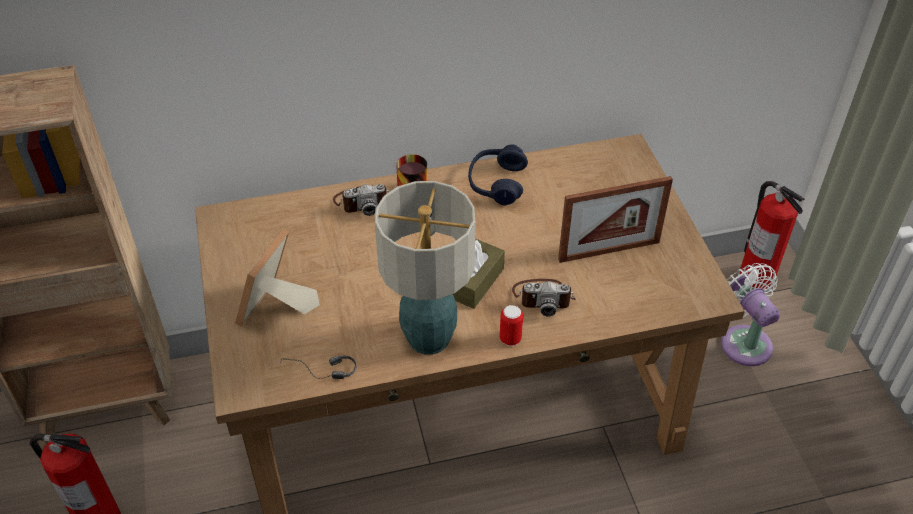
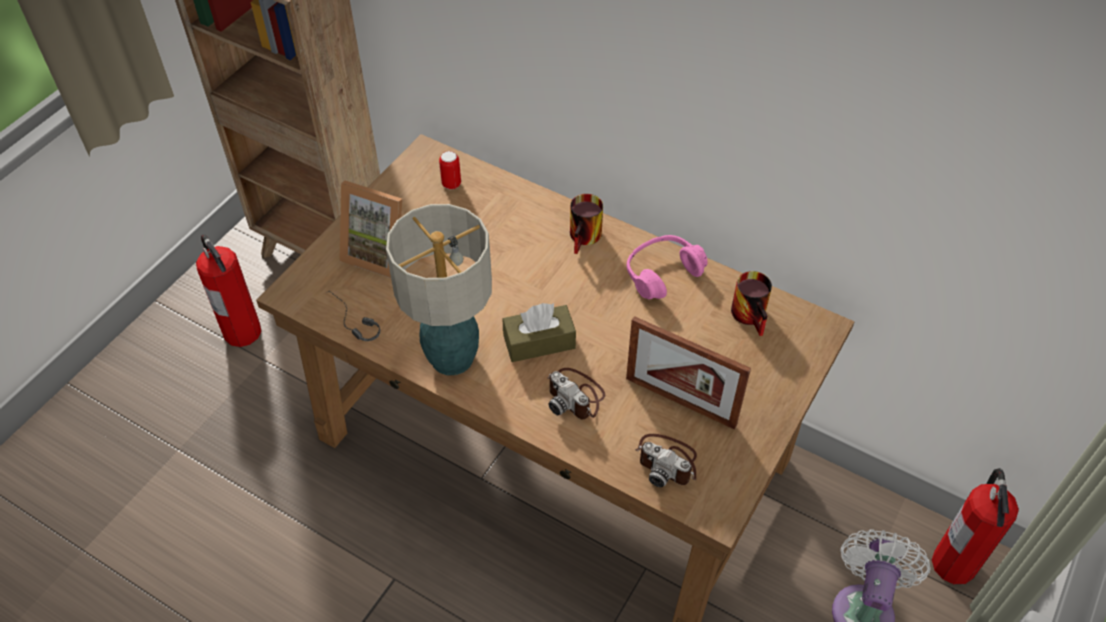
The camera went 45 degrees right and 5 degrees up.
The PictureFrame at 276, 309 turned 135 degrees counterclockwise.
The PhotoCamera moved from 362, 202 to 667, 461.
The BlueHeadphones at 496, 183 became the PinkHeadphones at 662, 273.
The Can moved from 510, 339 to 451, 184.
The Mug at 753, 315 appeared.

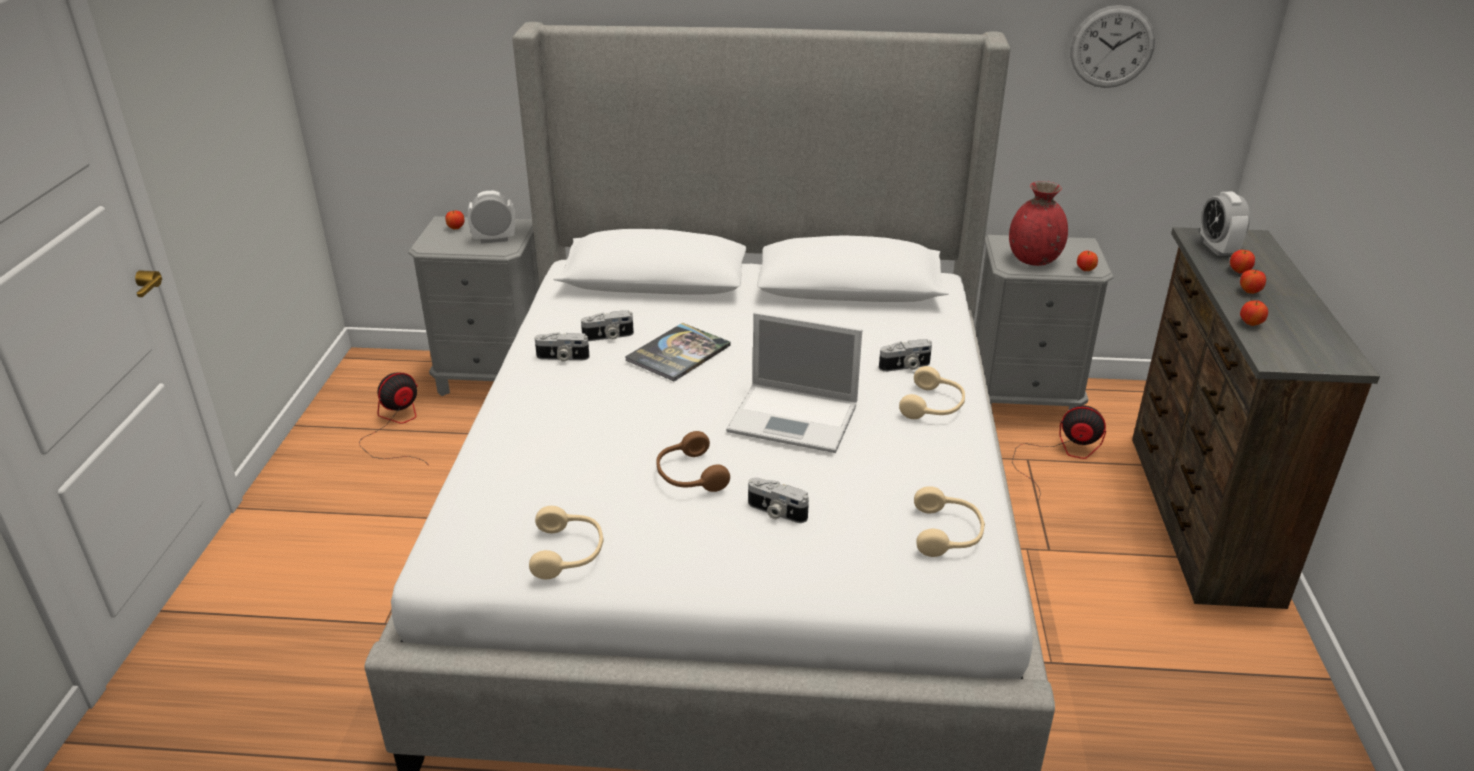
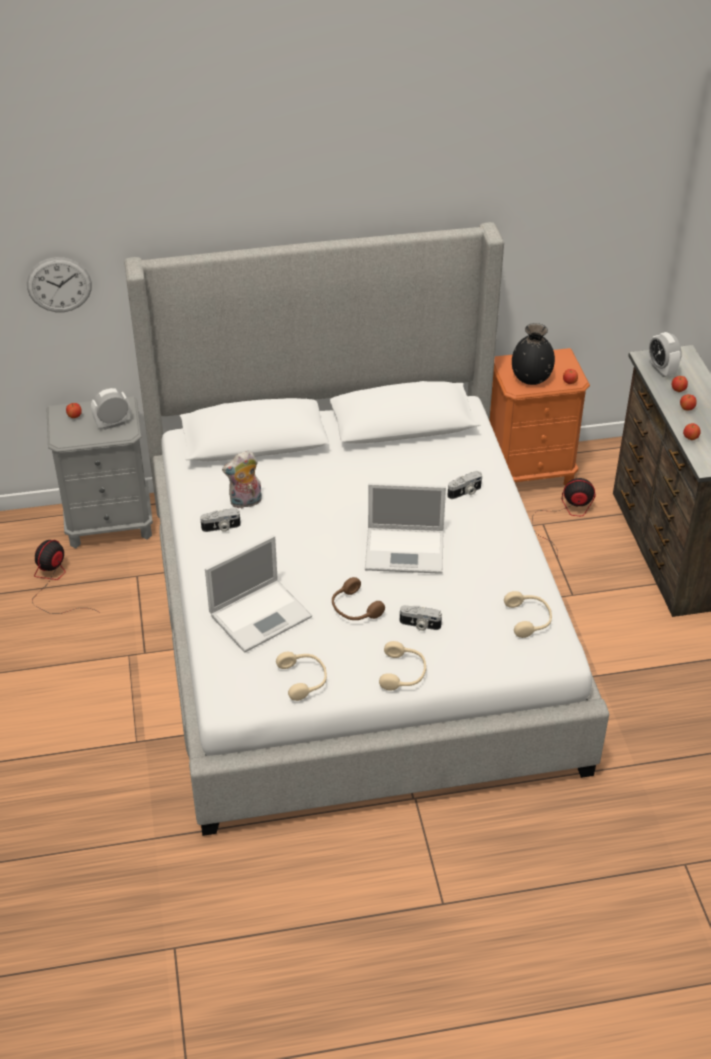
The camera went 15 degrees left and 10 degrees up.
The PhotoCamera at 608, 337 was replaced by the PlushToy at 245, 502.
The Book at 678, 353 disappeared.
The BeigeHeadphones moved from 934, 406 to 403, 673.
The GreyNightstand at 1024, 400 became the OrangeNightstand at 529, 472.
The RedVase at 1033, 260 became the BlackVase at 531, 378.
The WallClock moved from 1112, 47 to 59, 284.
The Laptop at 262, 614 appeared.

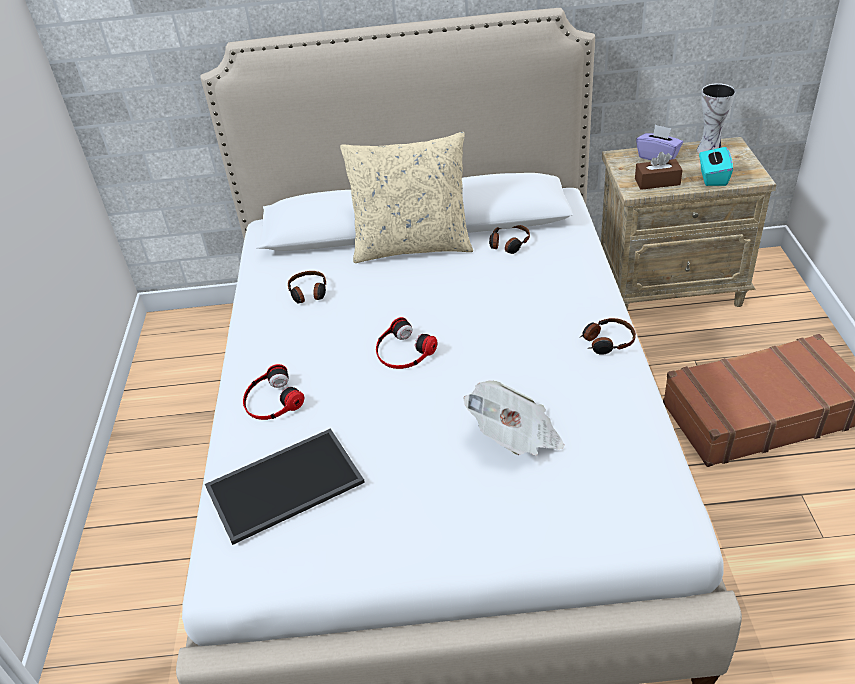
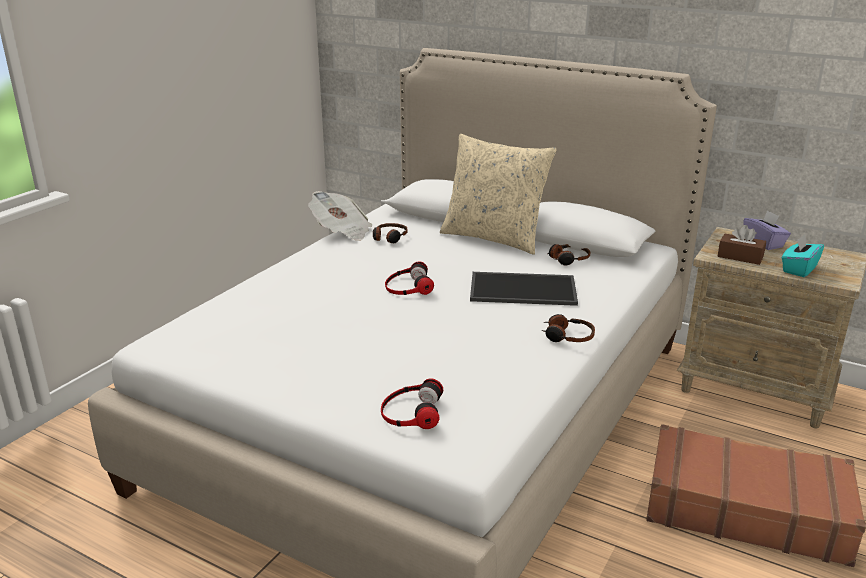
The camera went 30 degrees right and 15 degrees down.
The Tray moved from 285, 482 to 524, 288.
The Headphones moved from 271, 400 to 411, 412.
The Newspaper moved from 515, 437 to 341, 231.
The Vase at 709, 149 disappeared.

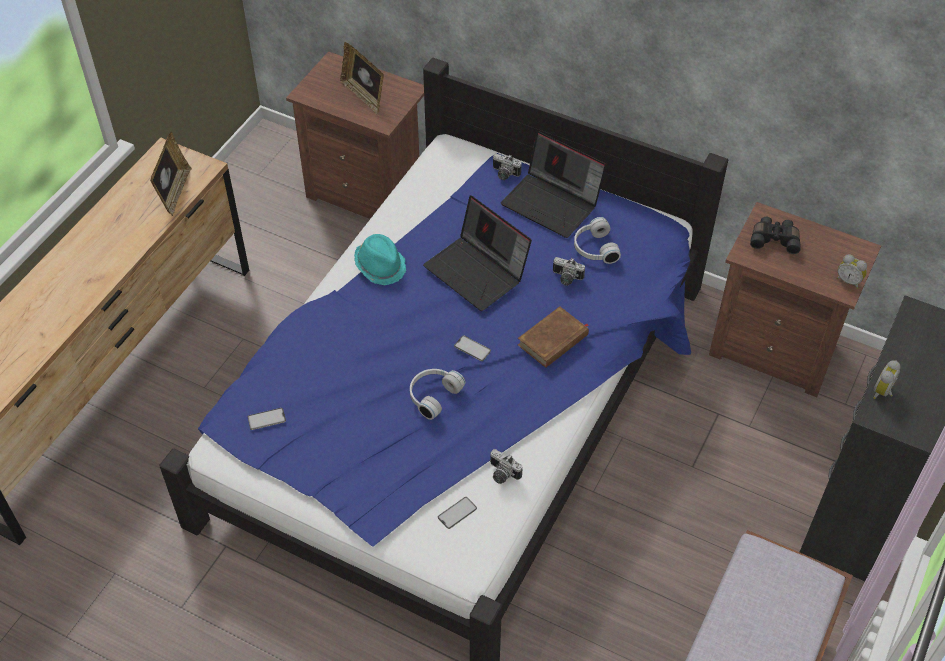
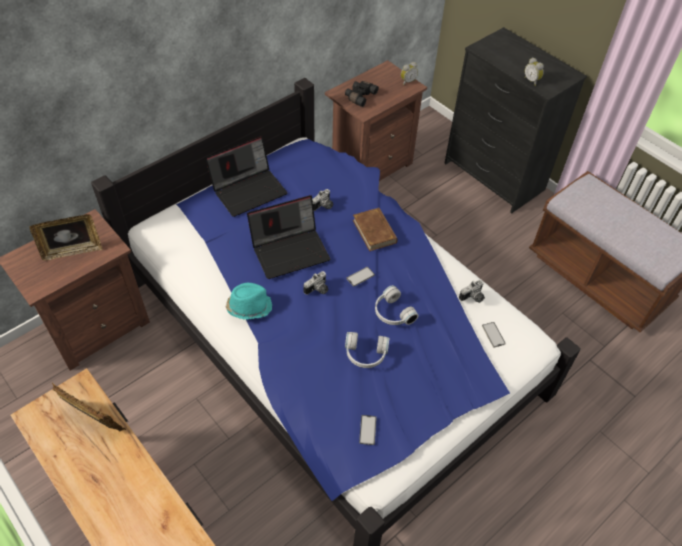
The camera went 70 degrees left and 0 degrees up.
The PhotoCamera moved from 504, 174 to 318, 290.
The WhiteHeadphones moved from 594, 248 to 365, 355.

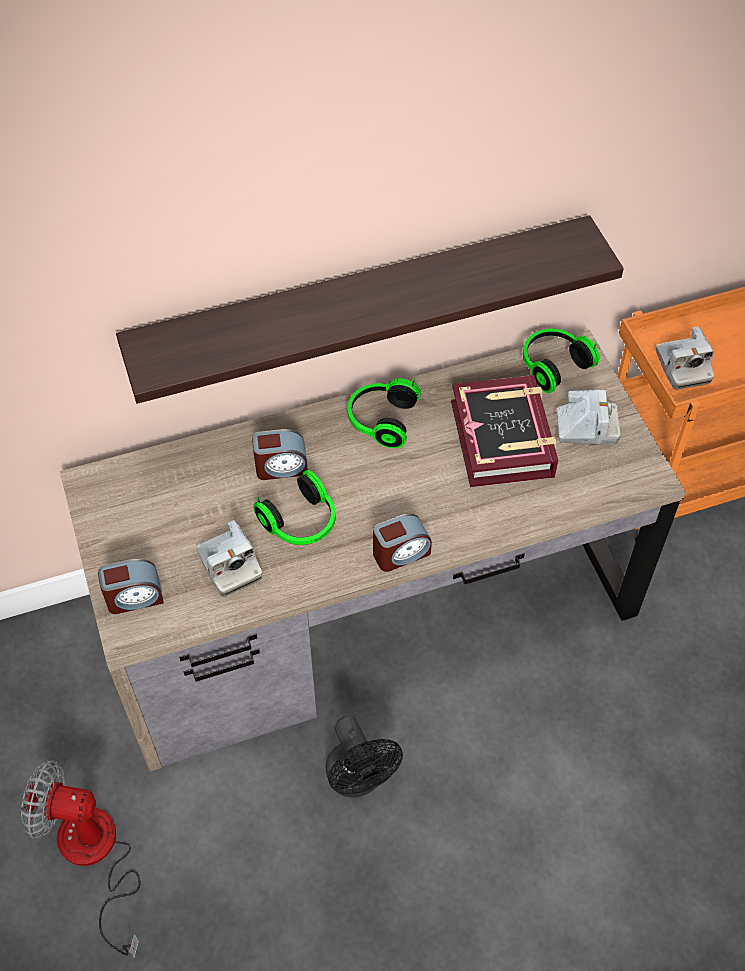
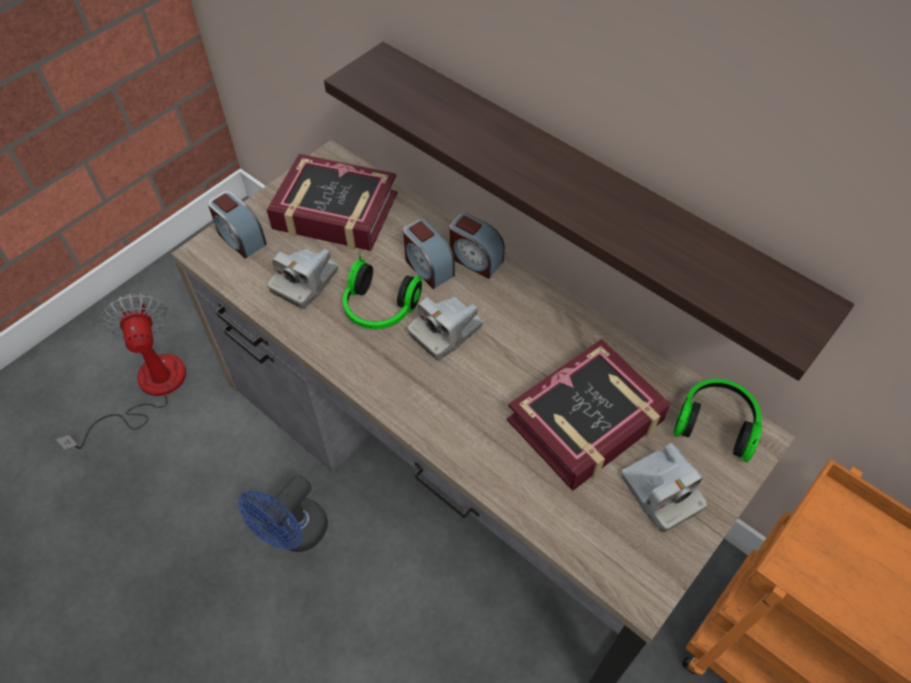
The camera went 60 degrees right and 0 degrees up.
The BlackFan at 359, 779 became the BlueFan at 294, 534.
The Headphones at 380, 420 disappeared.
The AlarmClock moved from 400, 553 to 475, 259.
The PhotoCamera moved from 682, 367 to 445, 331.
The Book at 335, 212 appeared.

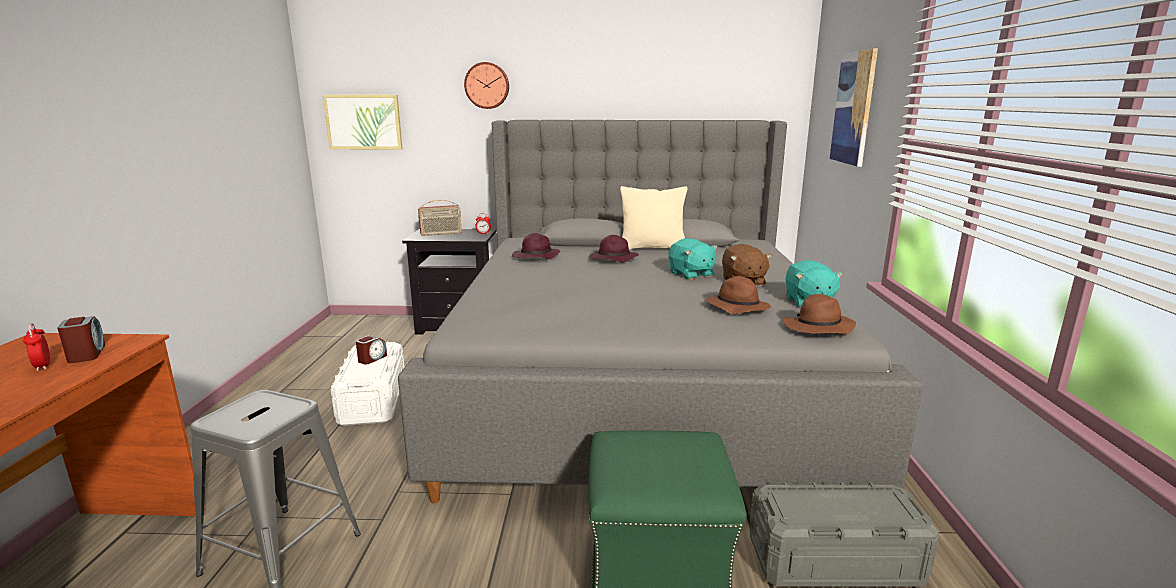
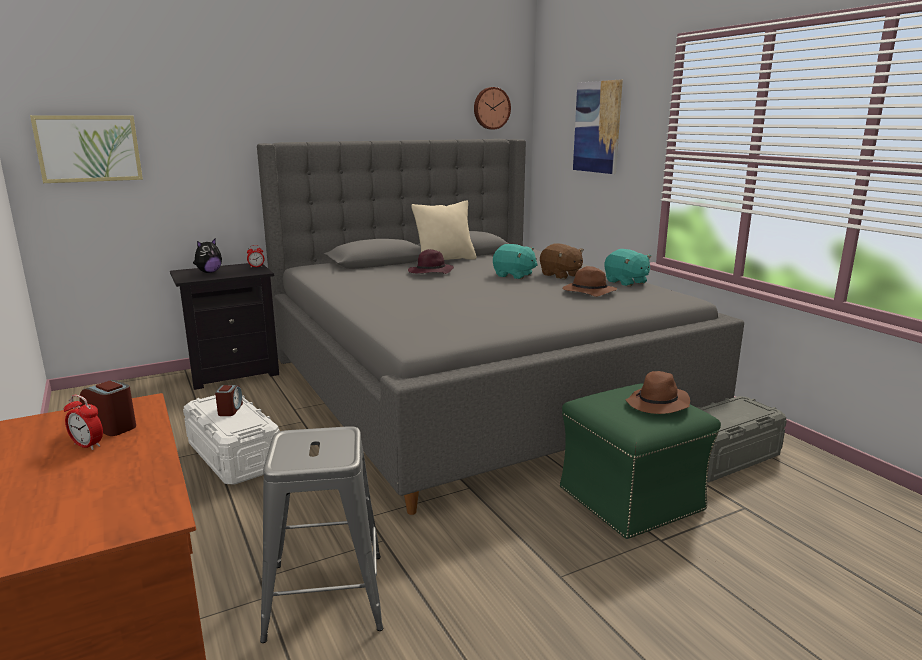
The camera went 30 degrees left and 0 degrees up.
The Radio at 441, 234 was replaced by the PlushToy at 209, 272.
The WallClock moved from 487, 85 to 491, 108.
The PurpleHat at 535, 257 disappeared.
The BrownHat moved from 817, 328 to 657, 405.

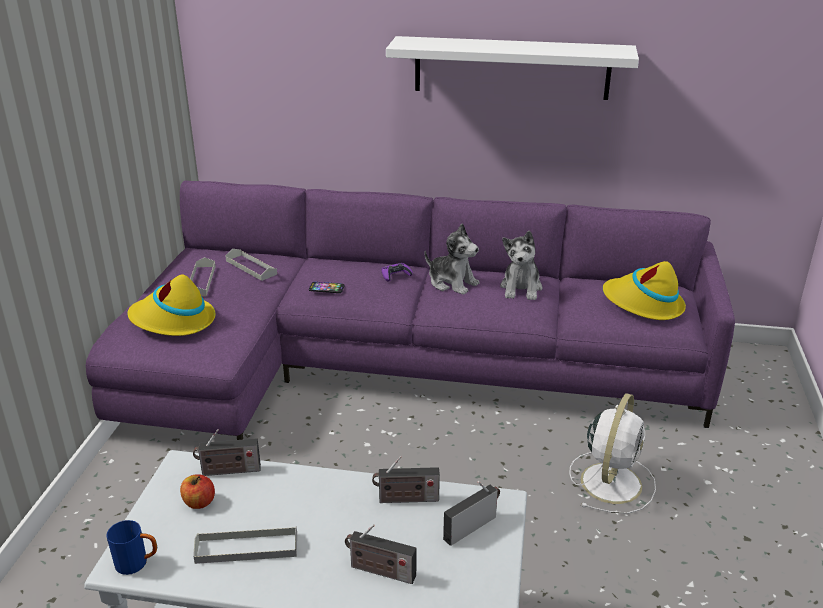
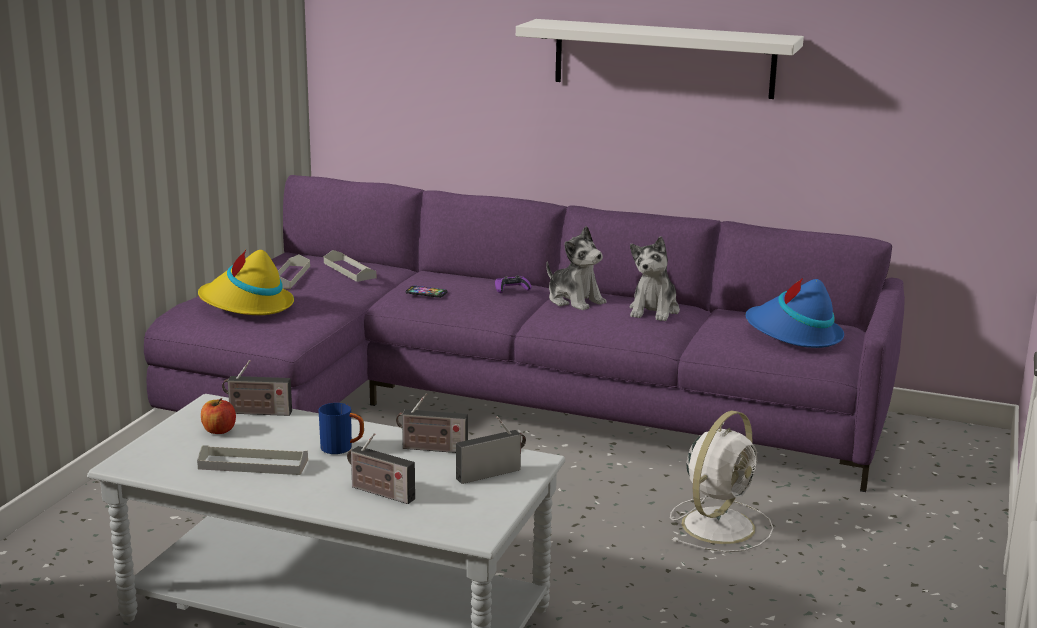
The camera went 10 degrees right and 10 degrees down.
The BlueMug moved from 137, 563 to 342, 448.
The YellowHat at 642, 304 became the BlueHat at 793, 334.

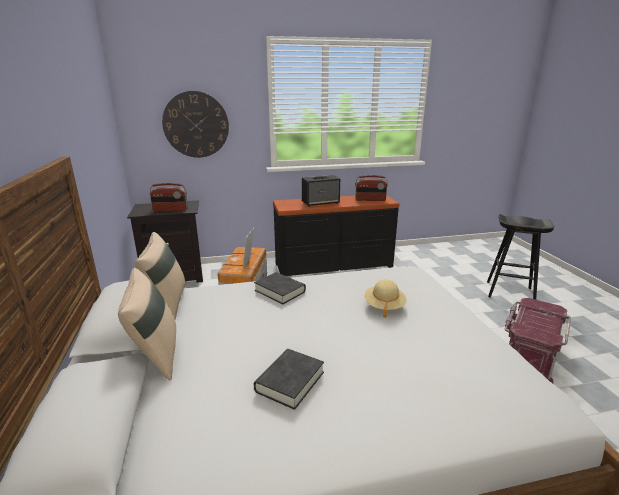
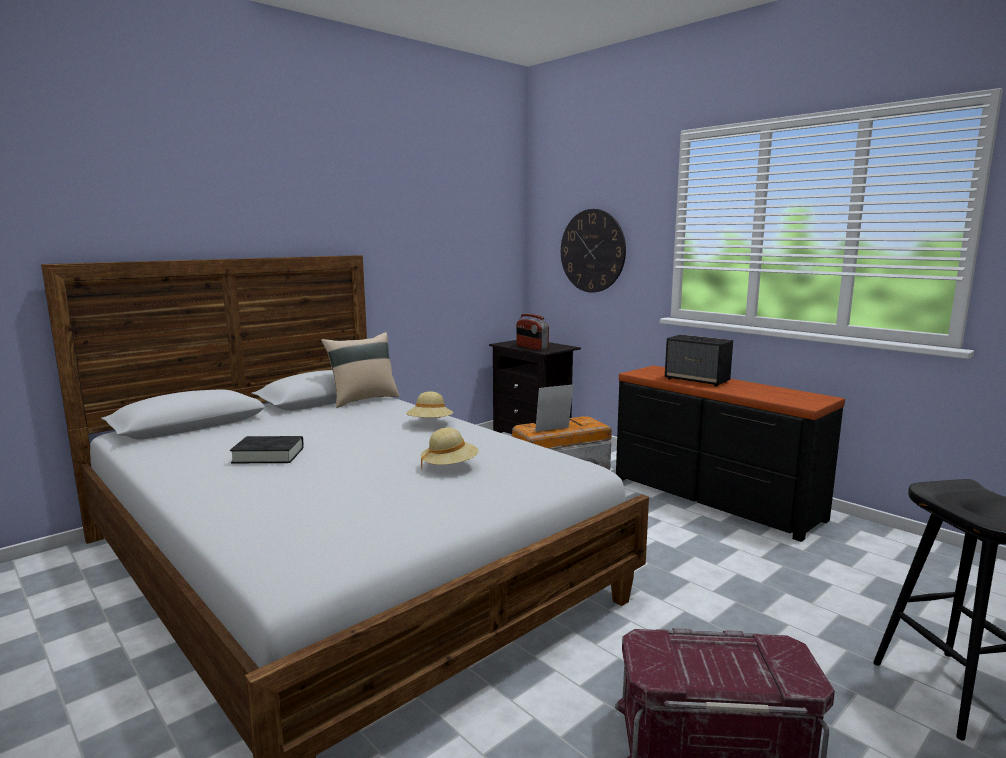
The camera went 60 degrees right and 10 degrees down.
The BeigePillow at 156, 355 disappeared.
The BlackBook at 280, 291 was replaced by the BeigeHat at 430, 424.
The Radio at 370, 200 disappeared.

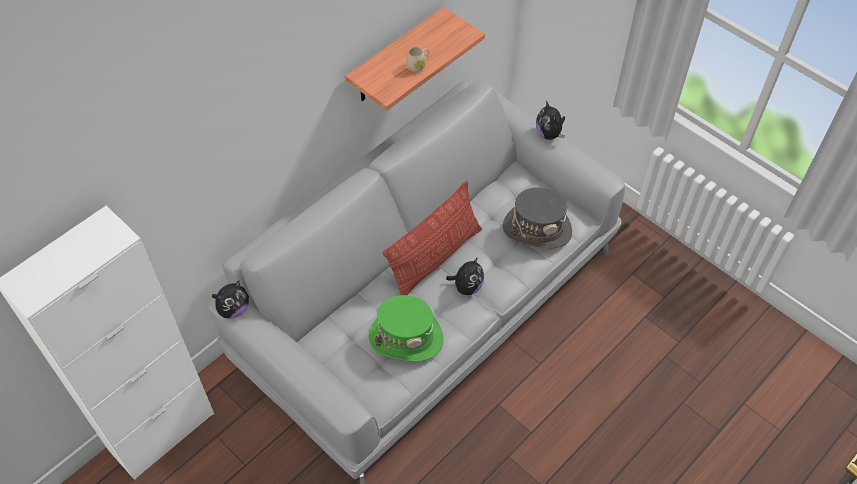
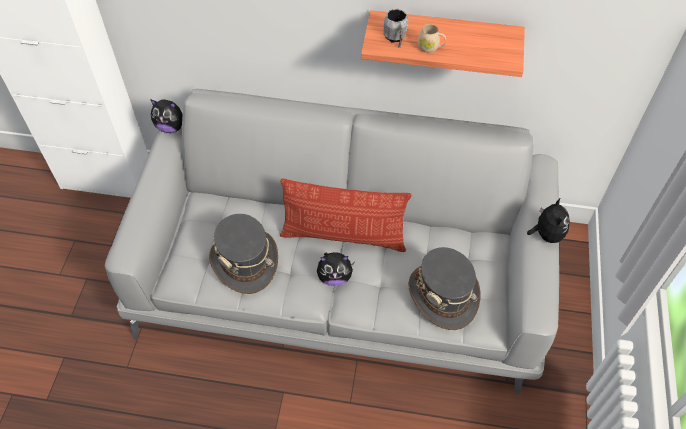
The camera went 55 degrees right and 0 degrees up.
The GreenHat at 406, 338 became the GreyHat at 245, 261.
The PlushToy at 549, 134 turned 150 degrees clockwise.
The GreyMug at 395, 39 appeared.

